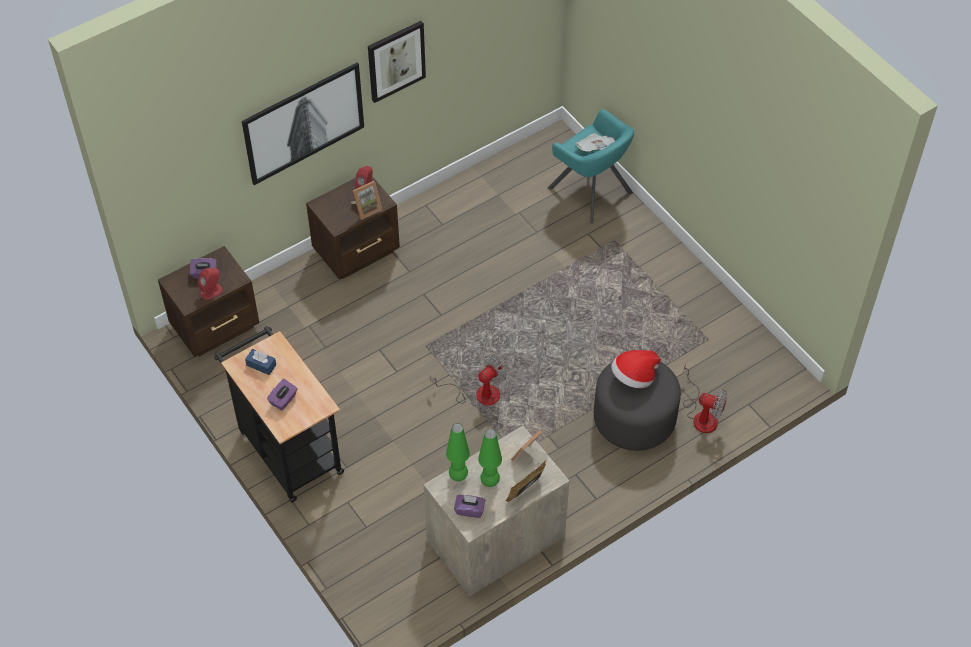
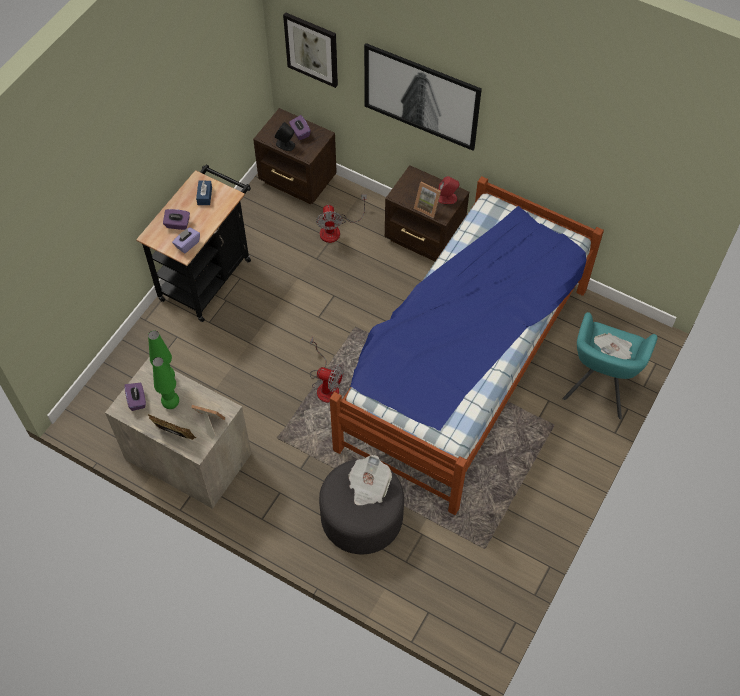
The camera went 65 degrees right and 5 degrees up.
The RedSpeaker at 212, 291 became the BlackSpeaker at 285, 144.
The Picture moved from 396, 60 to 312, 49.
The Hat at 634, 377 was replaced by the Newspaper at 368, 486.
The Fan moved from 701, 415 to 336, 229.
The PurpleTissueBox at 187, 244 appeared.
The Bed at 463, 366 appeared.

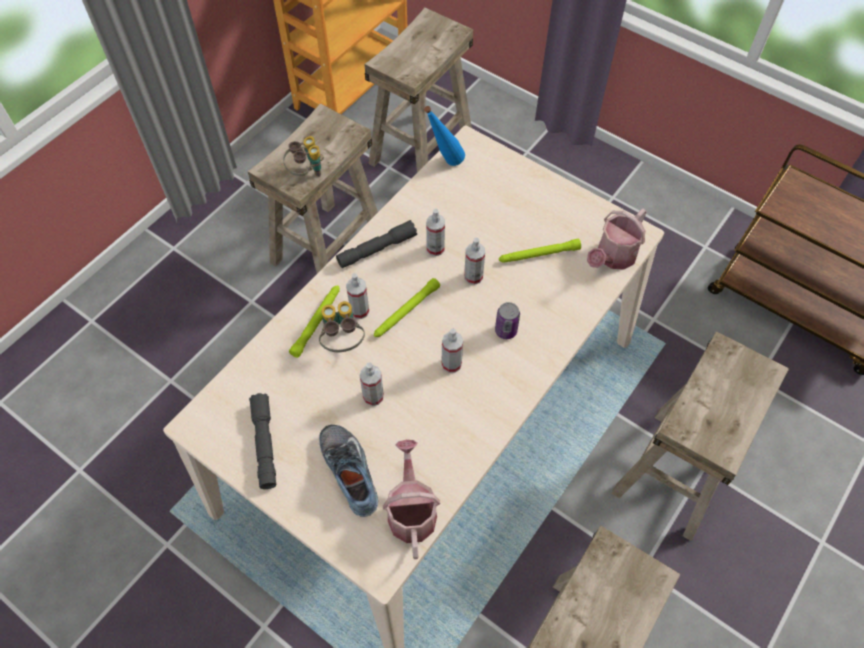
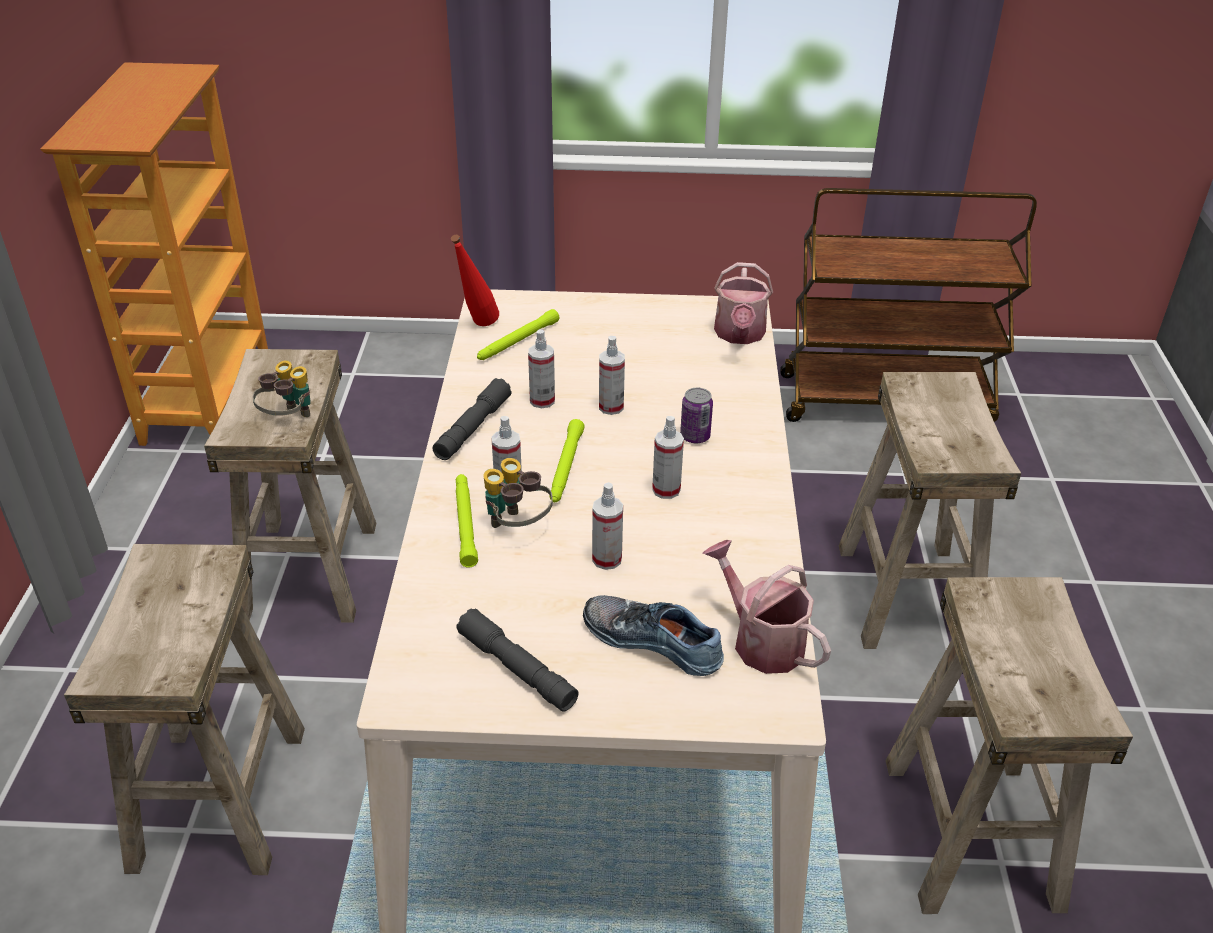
The camera went 35 degrees left and 20 degrees down.
The BeigeStool moved from 421, 150 to 218, 796.
The BlueBottle at 444, 163 became the RedBottle at 477, 327.
The GreenFlashlight moved from 538, 255 to 517, 341.

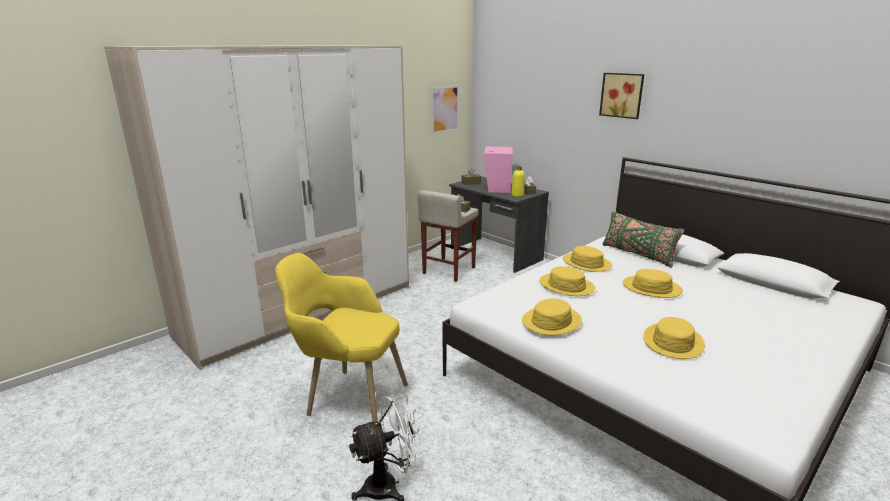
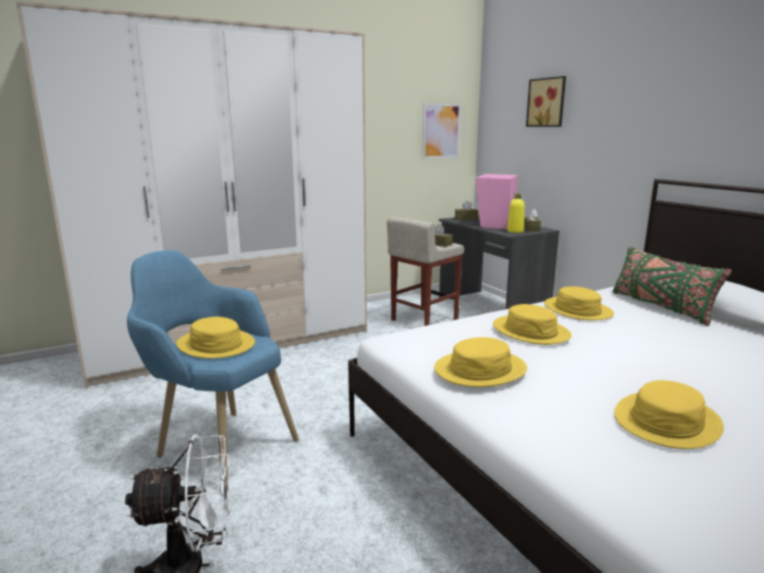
The camera went 15 degrees right and 5 degrees down.
The YellowArmchair at 346, 397 became the BlueArmchair at 217, 443.
The Picture moved from 622, 95 to 547, 102.
The YellowHat moved from 651, 288 to 215, 345.

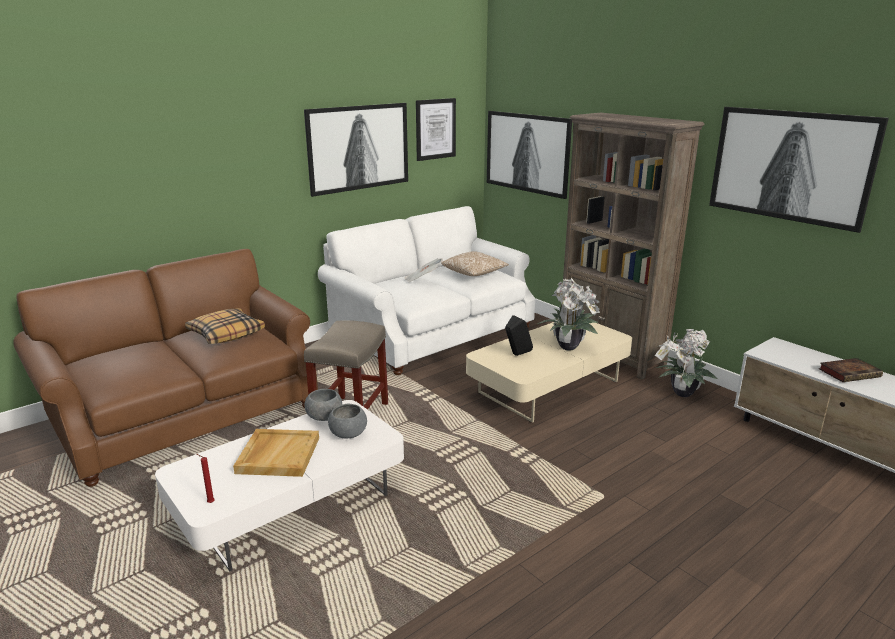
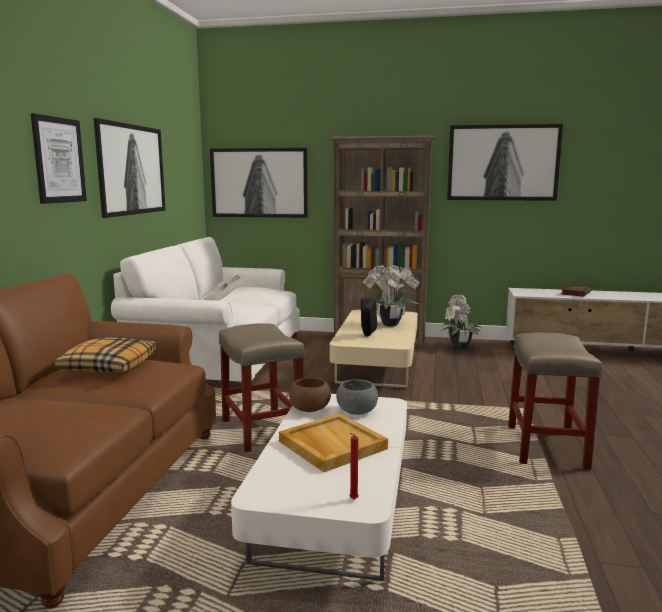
The camera went 40 degrees left and 10 degrees down.
The GreyBowl at 324, 417 became the BrownBowl at 310, 409.
The Picture moved from 435, 129 to 59, 160.
The Pillow at 474, 273 disappeared.
The BeigeStool at 547, 447 appeared.

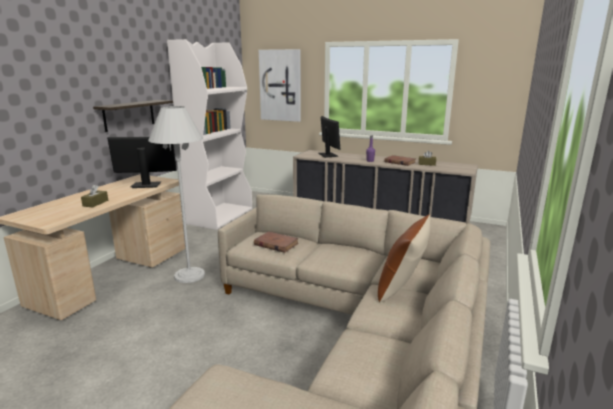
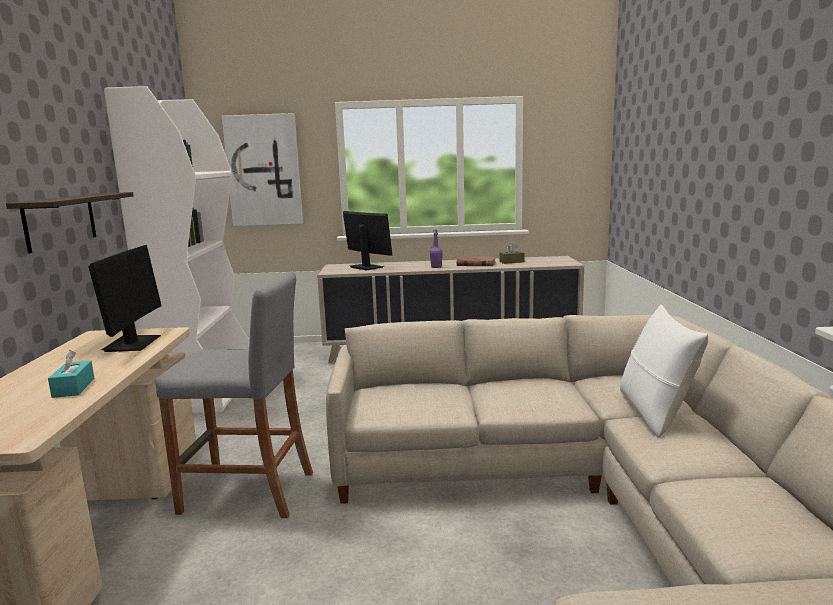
The camera went 25 degrees left and 5 degrees down.
The BrownTissueBox at 95, 203 became the TurquoiseTissueBox at 73, 388.
The Monitor at 146, 185 turned 120 degrees clockwise.
The WhiteFloorLamp at 189, 275 was replaced by the GreyStool at 247, 492.
The BrownBook at 276, 244 disappeared.
The BrownPillow at 401, 287 became the WhitePillow at 655, 413.

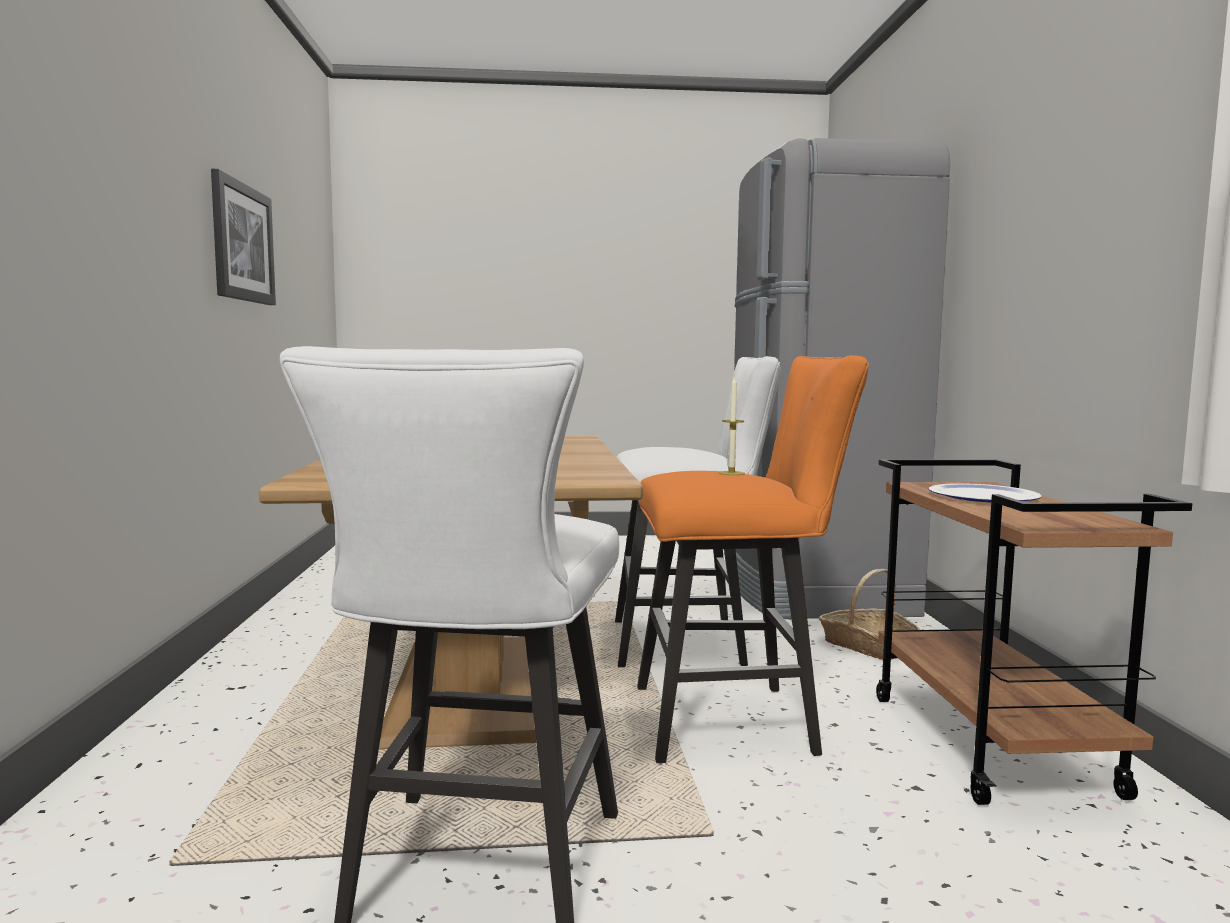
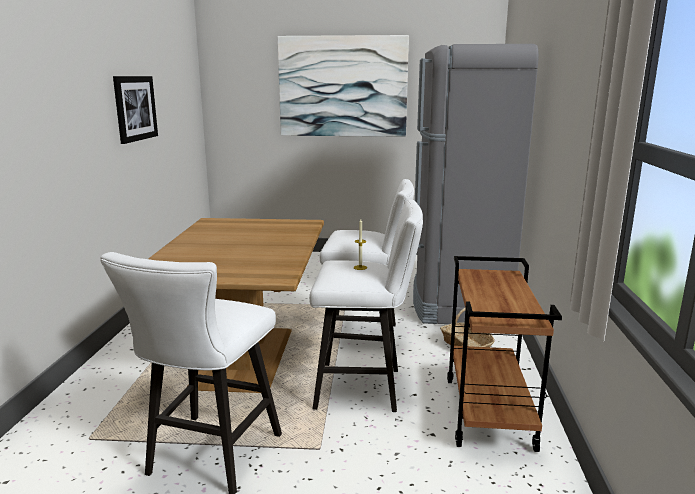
The camera went 10 degrees right and 10 degrees up.
The OrangeStool at 737, 721 became the WhiteStool at 365, 388.
The Plate at 983, 496 disappeared.
The Picture at 342, 87 appeared.

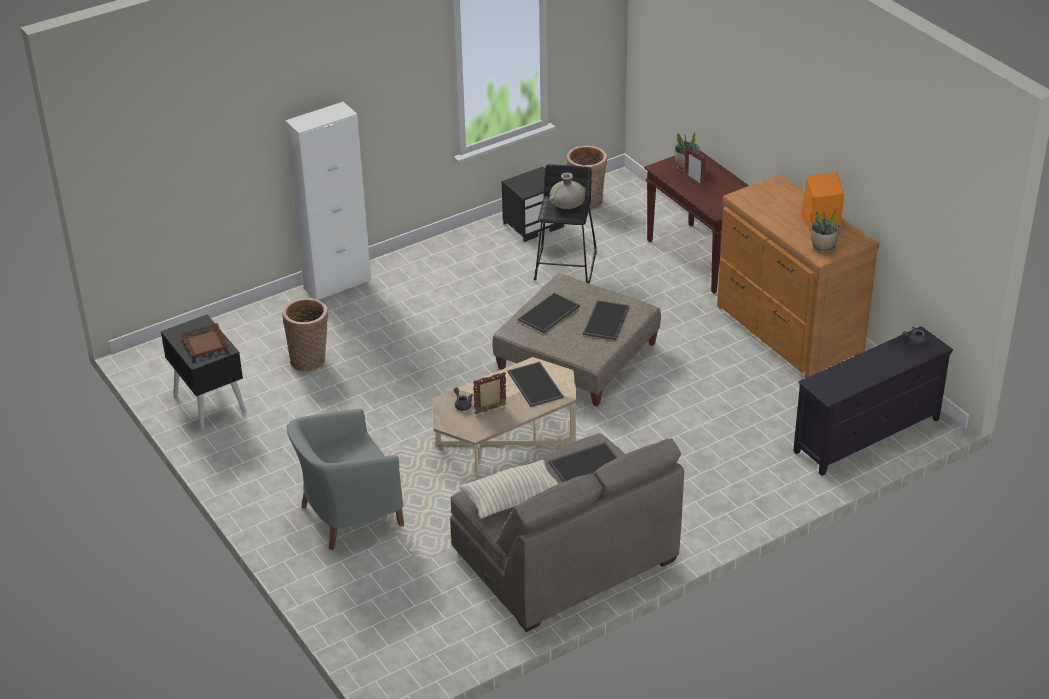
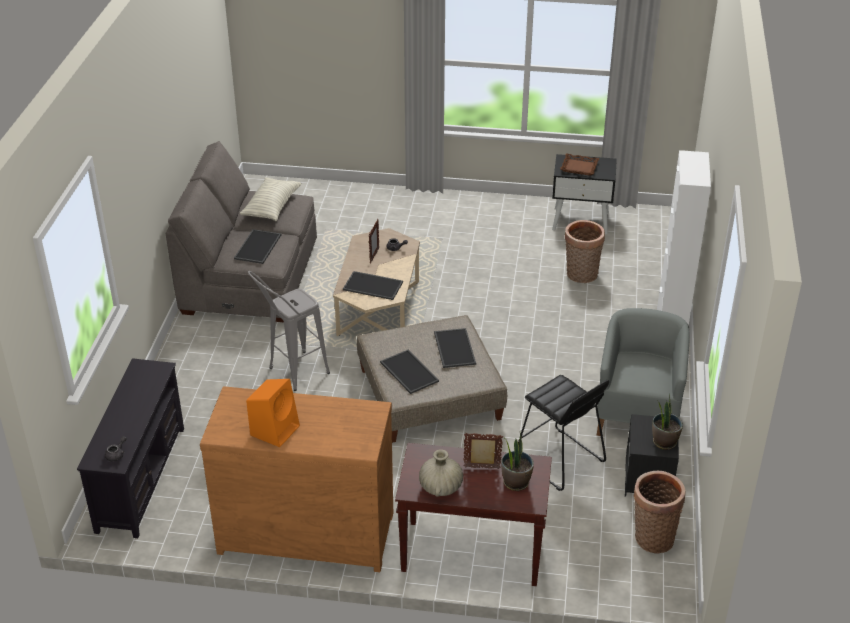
The camera went 130 degrees right and 0 degrees up.
The GreyArmchair moved from 348, 515 to 637, 415.
The BeigeVase moved from 567, 205 to 440, 487.
The PottedPlant moved from 823, 247 to 664, 442.
The GreyStool at 291, 374 appeared.

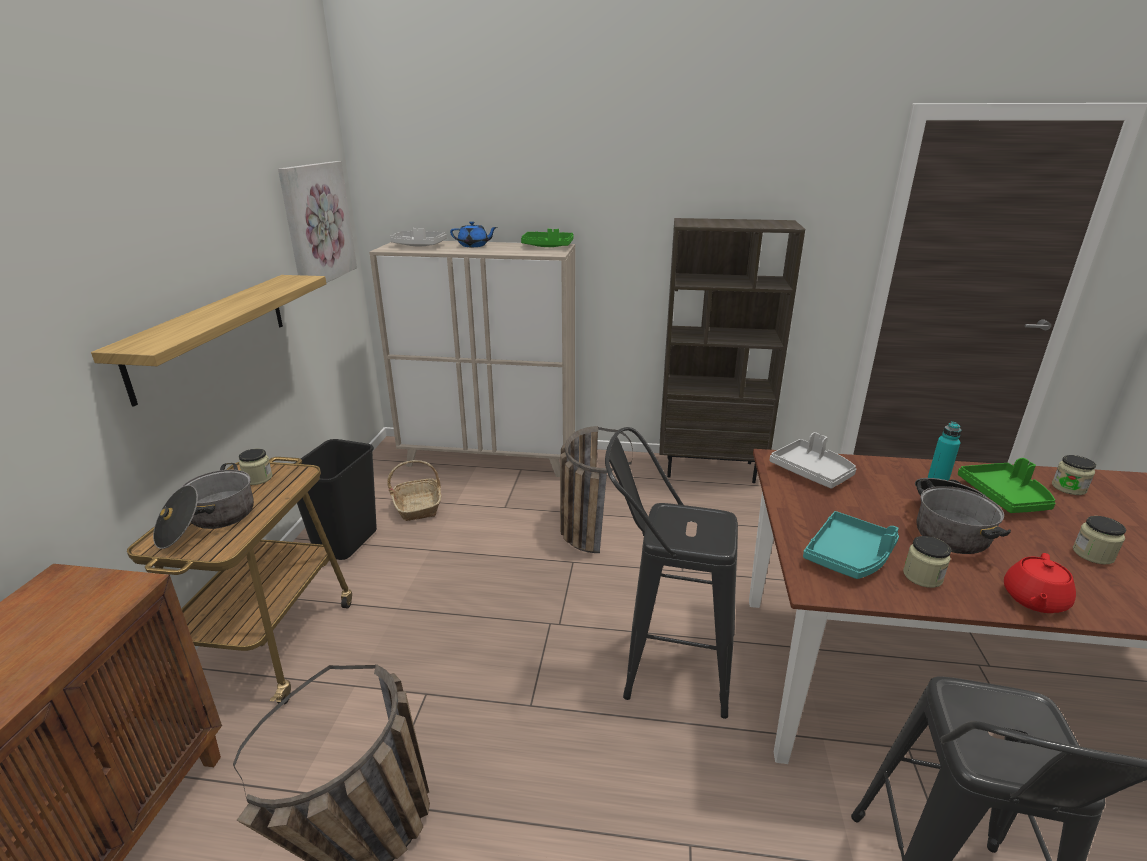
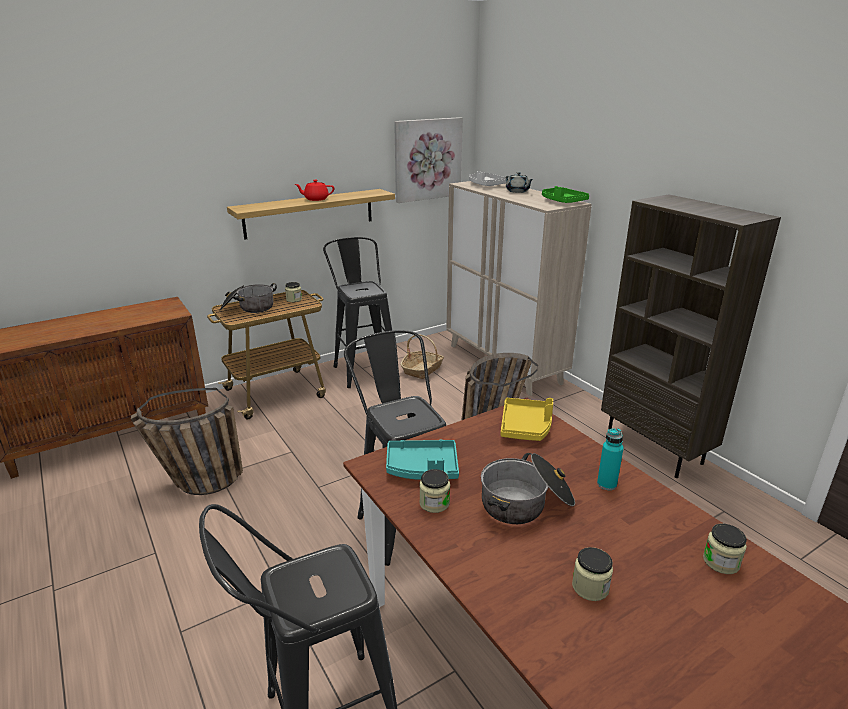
The camera went 50 degrees right and 0 degrees up.
The BlackTrashCan at 346, 542 was replaced by the BlackStool at 364, 369.
The BlueTeapot at 474, 246 became the GreyTeapot at 517, 191.
The GreyTray at 812, 472 became the YellowTray at 526, 427.
The GreenTray at 1004, 496 disappeared.
The RedTeapot moved from 1033, 600 to 316, 199.

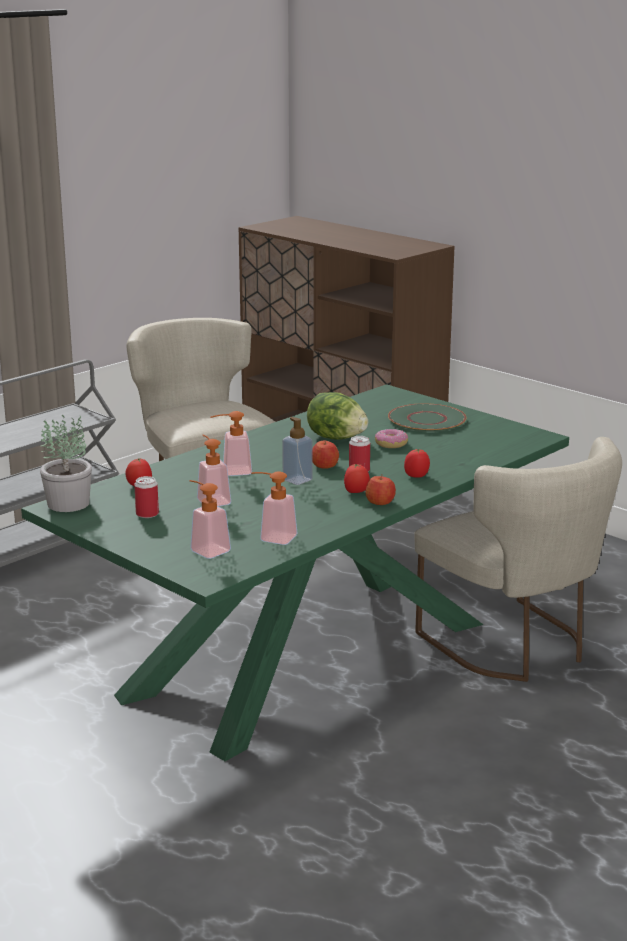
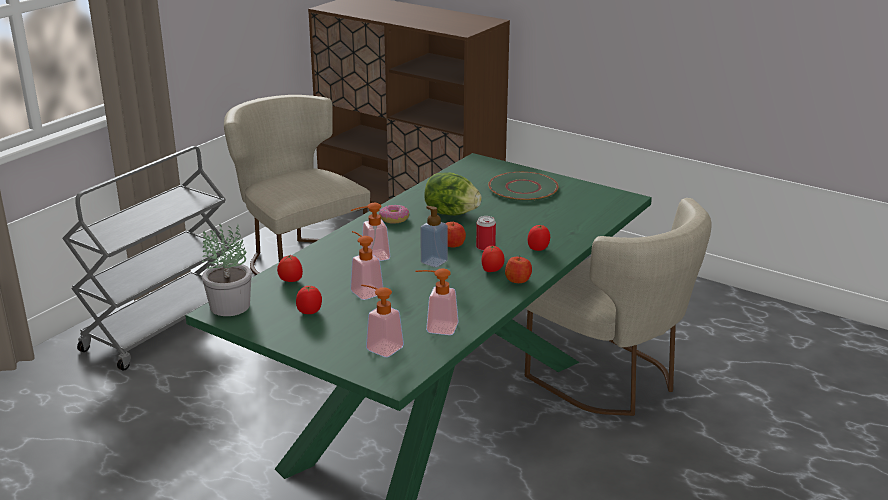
The camera went 10 degrees left and 5 degrees up.
The Can at 147, 514 was replaced by the Tomato at 309, 312.
The Donut moved from 391, 444 to 394, 219.

